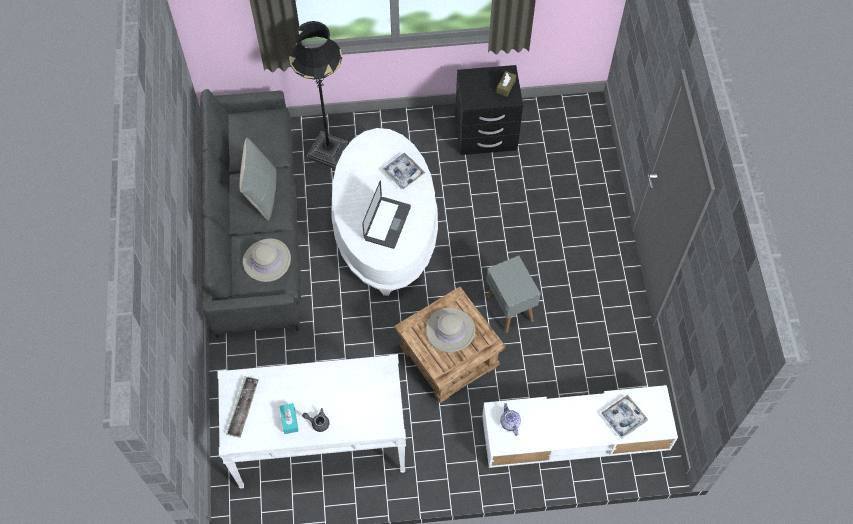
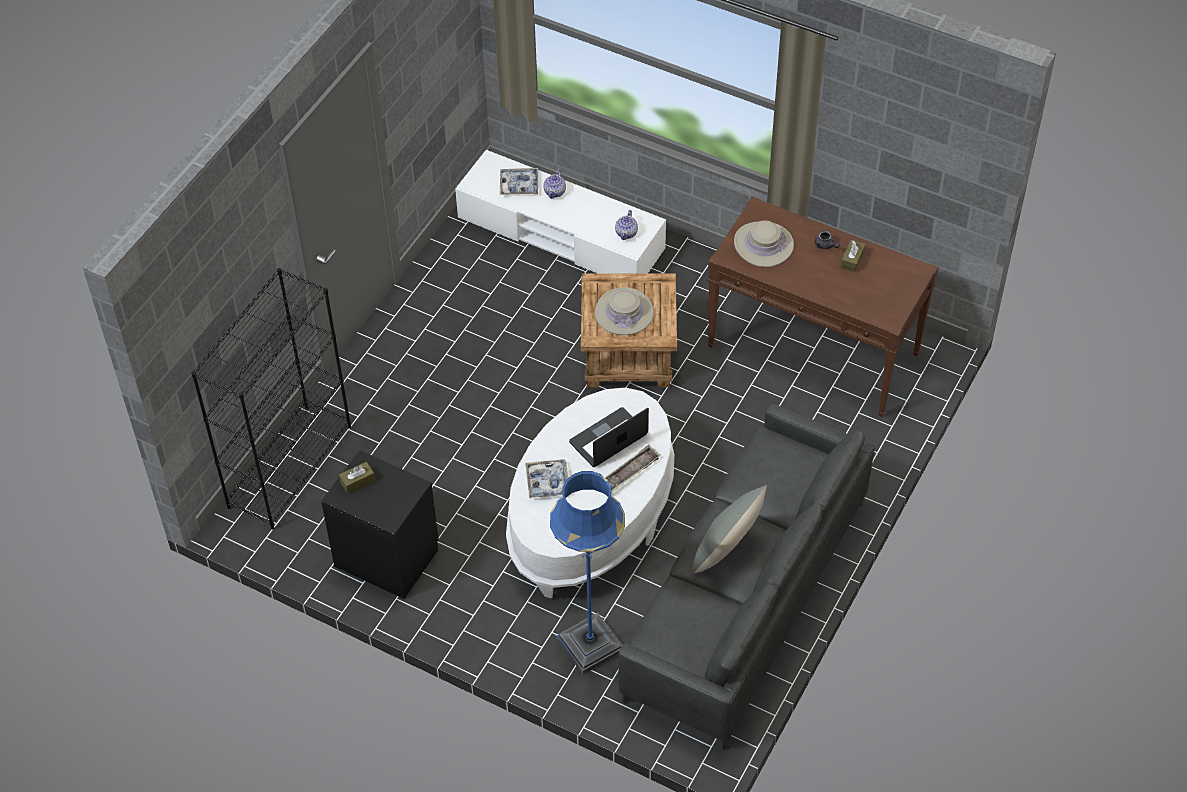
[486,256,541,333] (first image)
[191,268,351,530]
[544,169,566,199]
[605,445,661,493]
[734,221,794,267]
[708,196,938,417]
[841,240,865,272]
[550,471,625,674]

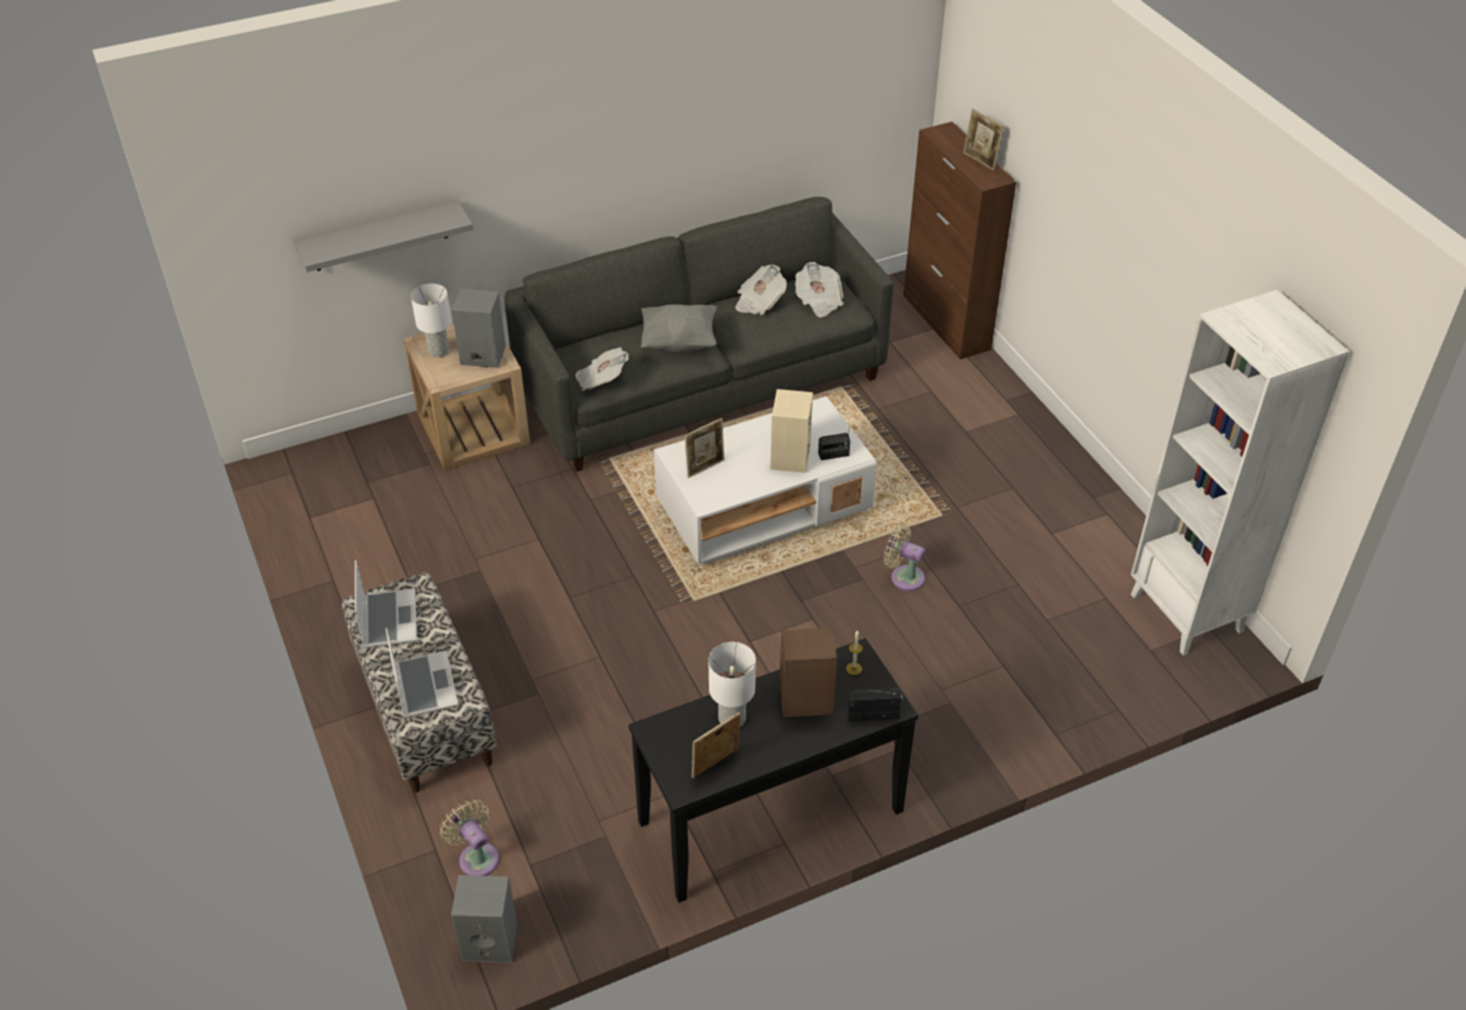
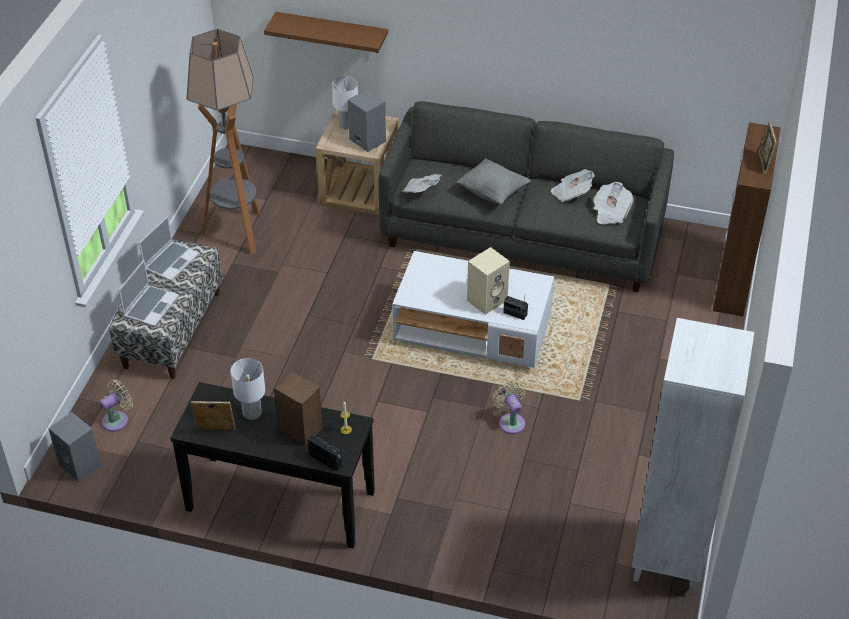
[684,418,725,478] (first image)
[186,29,260,254]
[264,12,388,53]
[100,379,133,432]

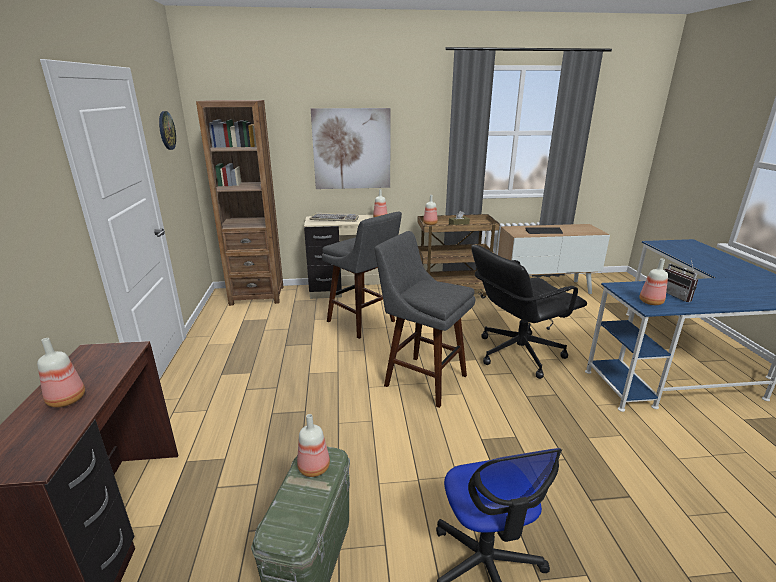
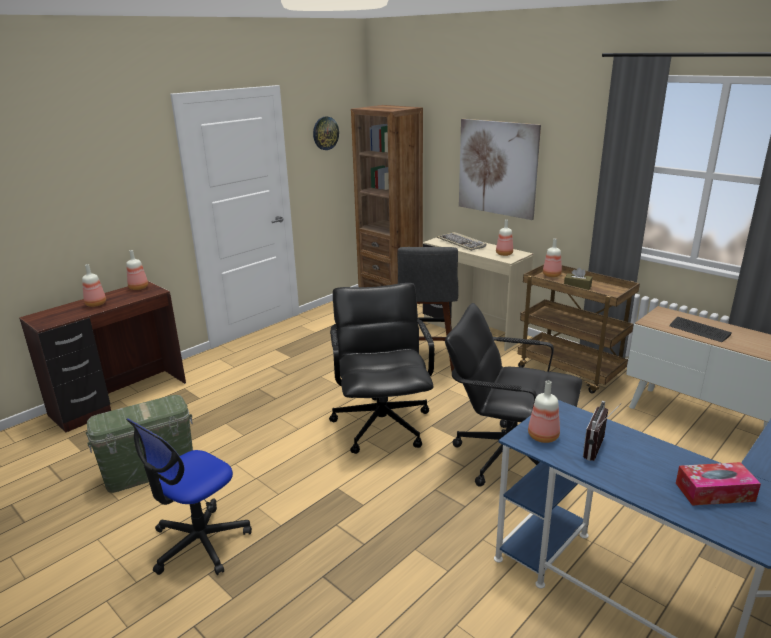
[676,462,761,506]
[126,250,148,290]
[329,283,434,454]

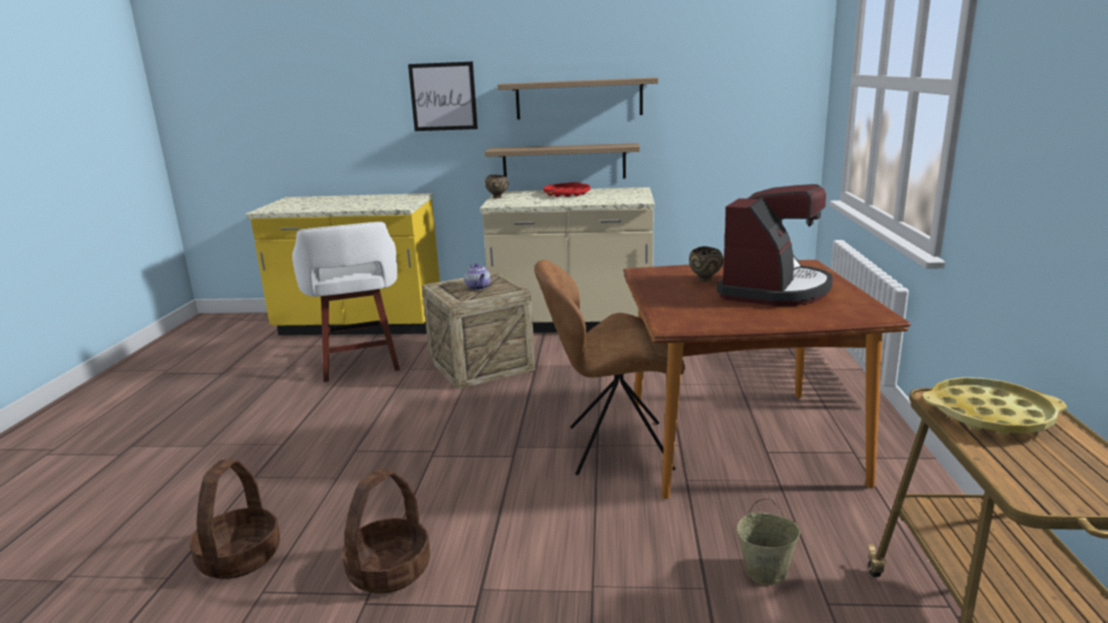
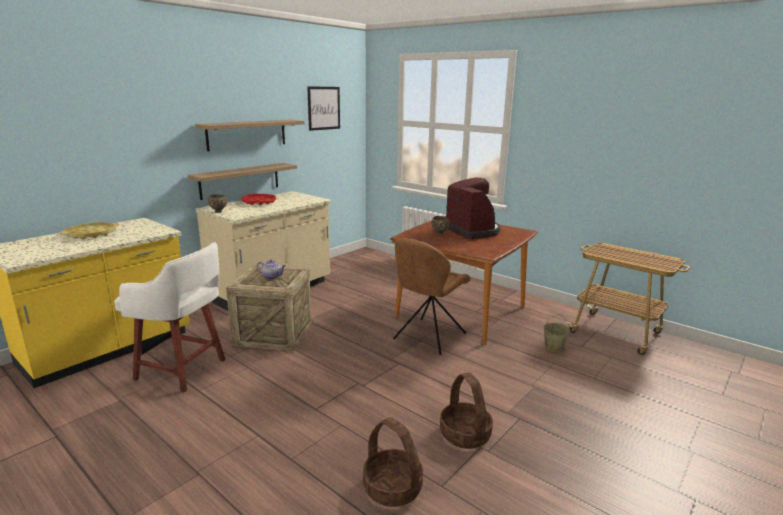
[307,86,340,131]
[60,222,119,239]

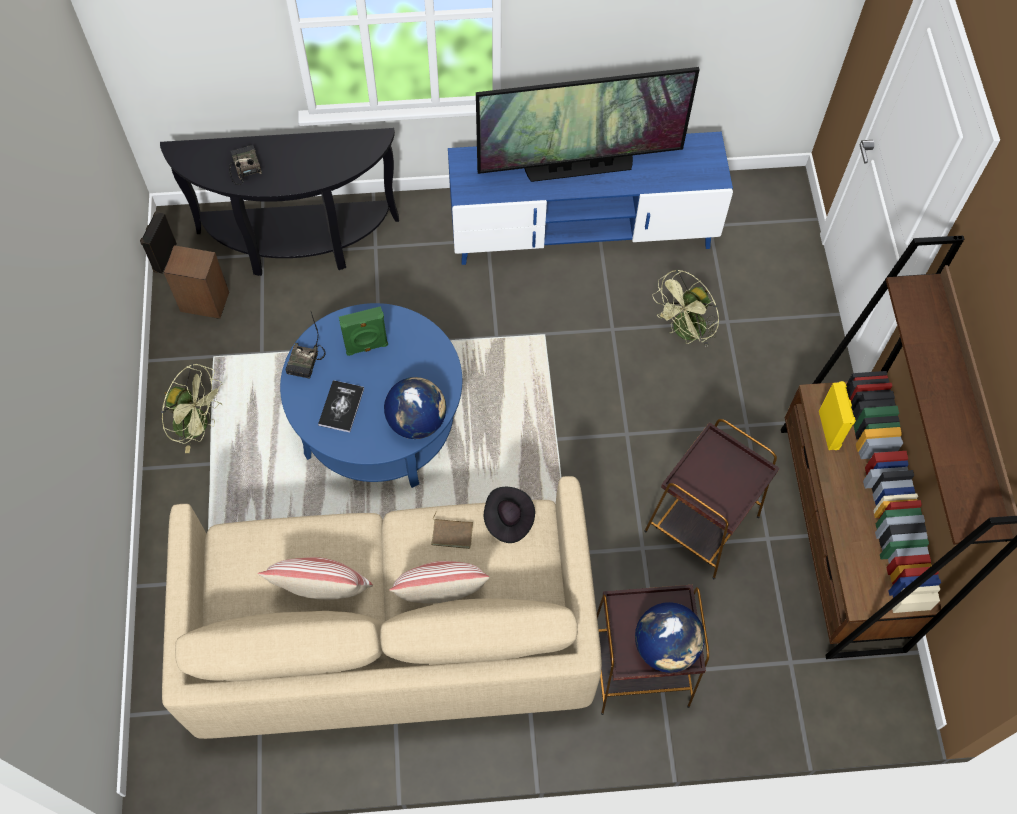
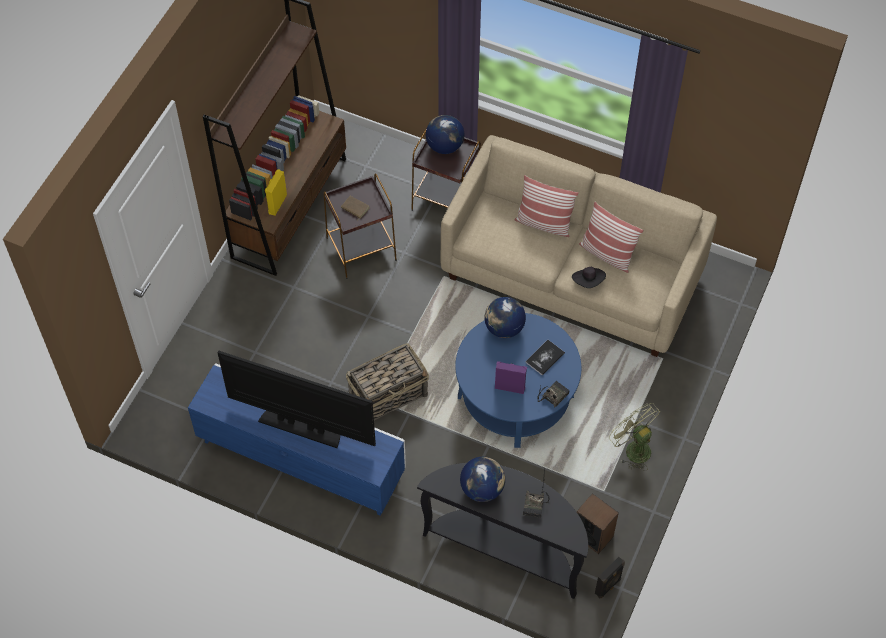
[652,269,719,348] (first image)
[346,343,429,421]
[460,457,505,502]
[341,196,370,219]
[572,267,606,288]
[495,361,527,394]

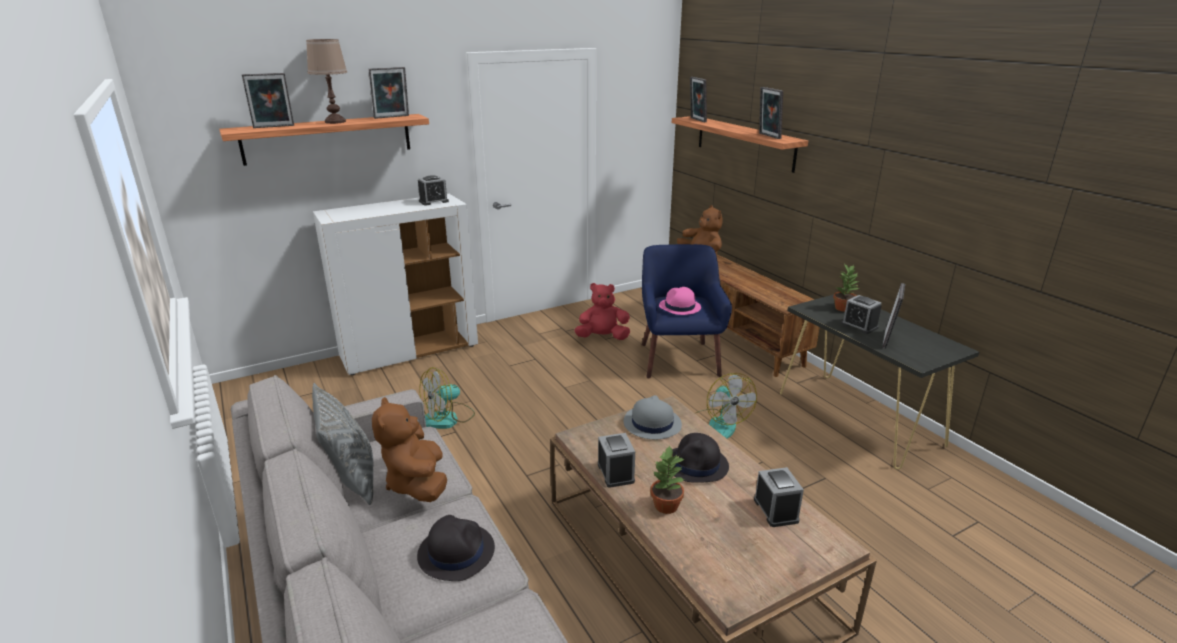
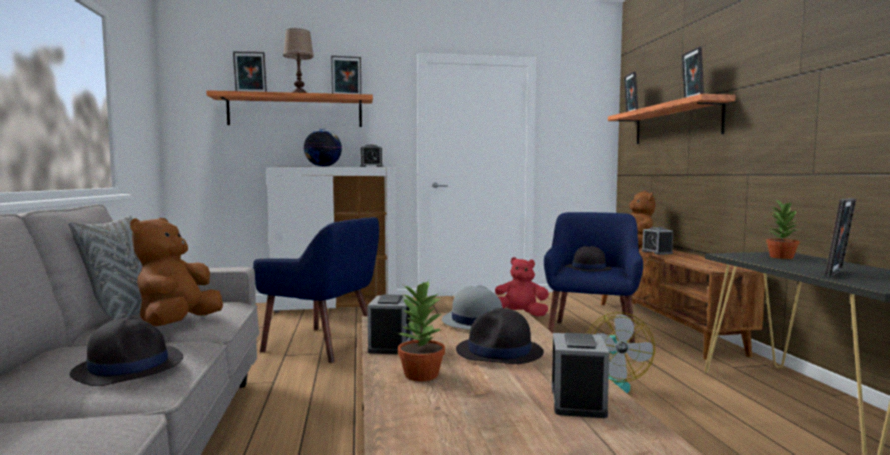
[303,129,342,167]
[642,227,673,255]
[253,217,379,363]
[565,246,612,271]

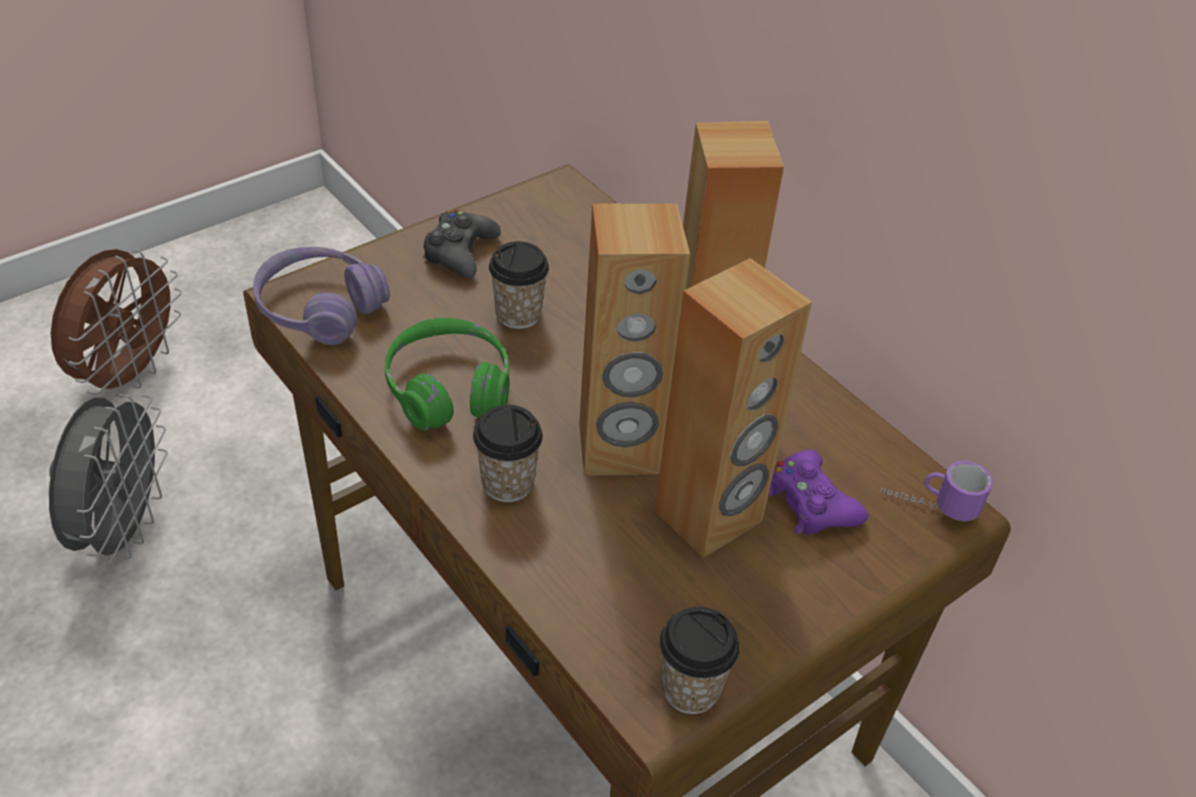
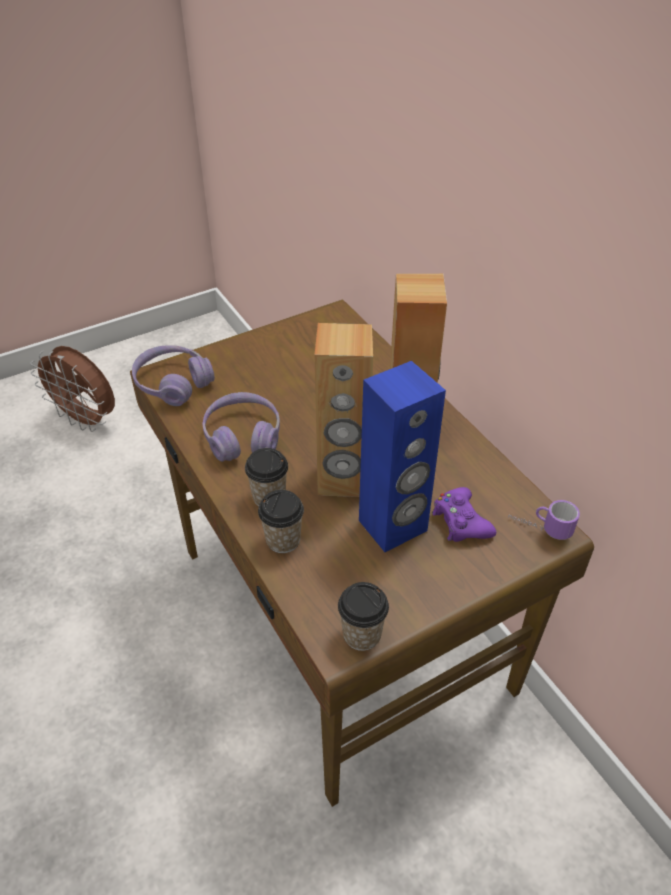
[49,394,168,566] (first image)
[423,210,501,278] (first image)
[258,490,304,553]
[202,392,280,462]
[359,361,446,552]
[30,346,115,432]

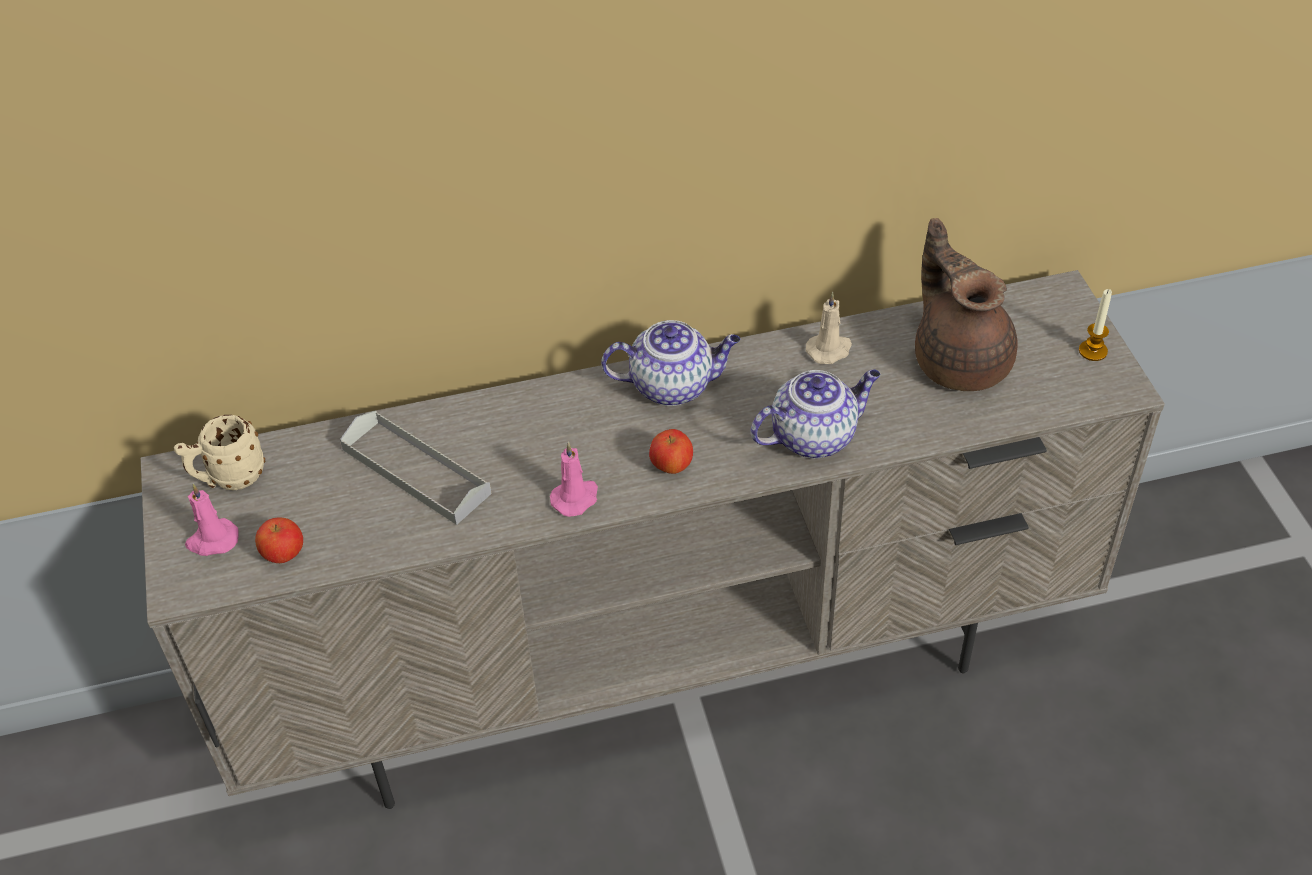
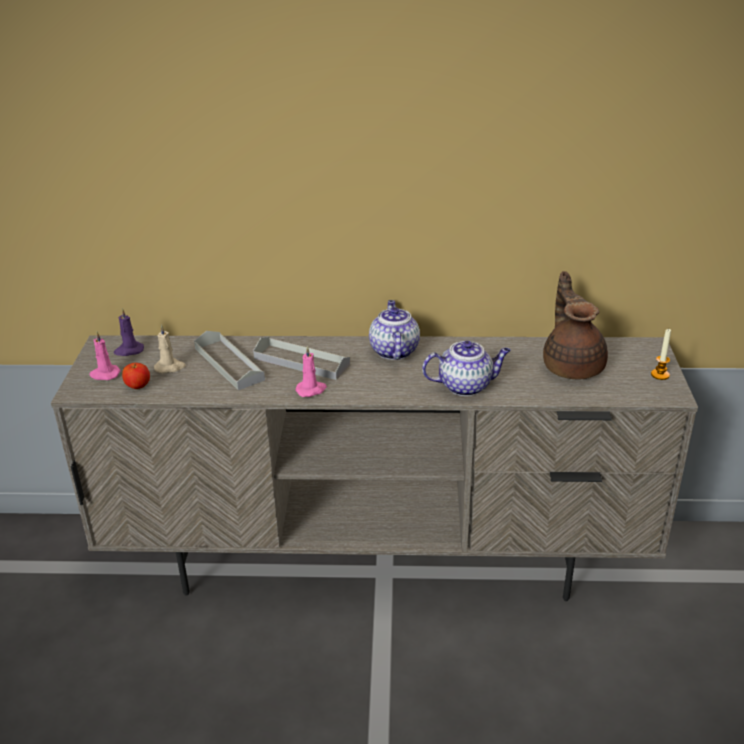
[649,429,693,474] (first image)
[253,337,350,380]
[154,324,186,373]
[114,308,144,356]
[369,300,420,360]

